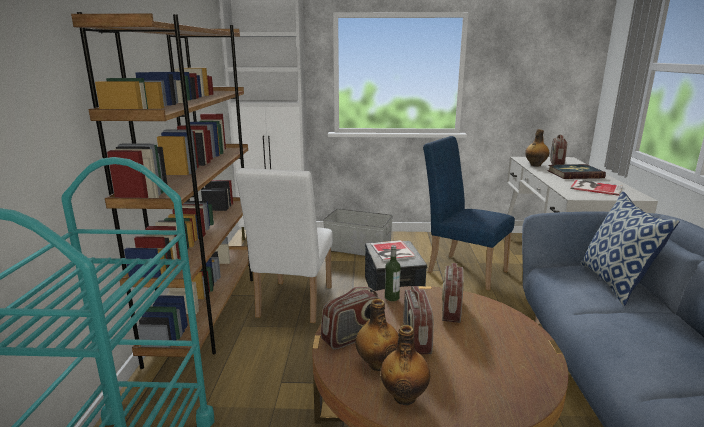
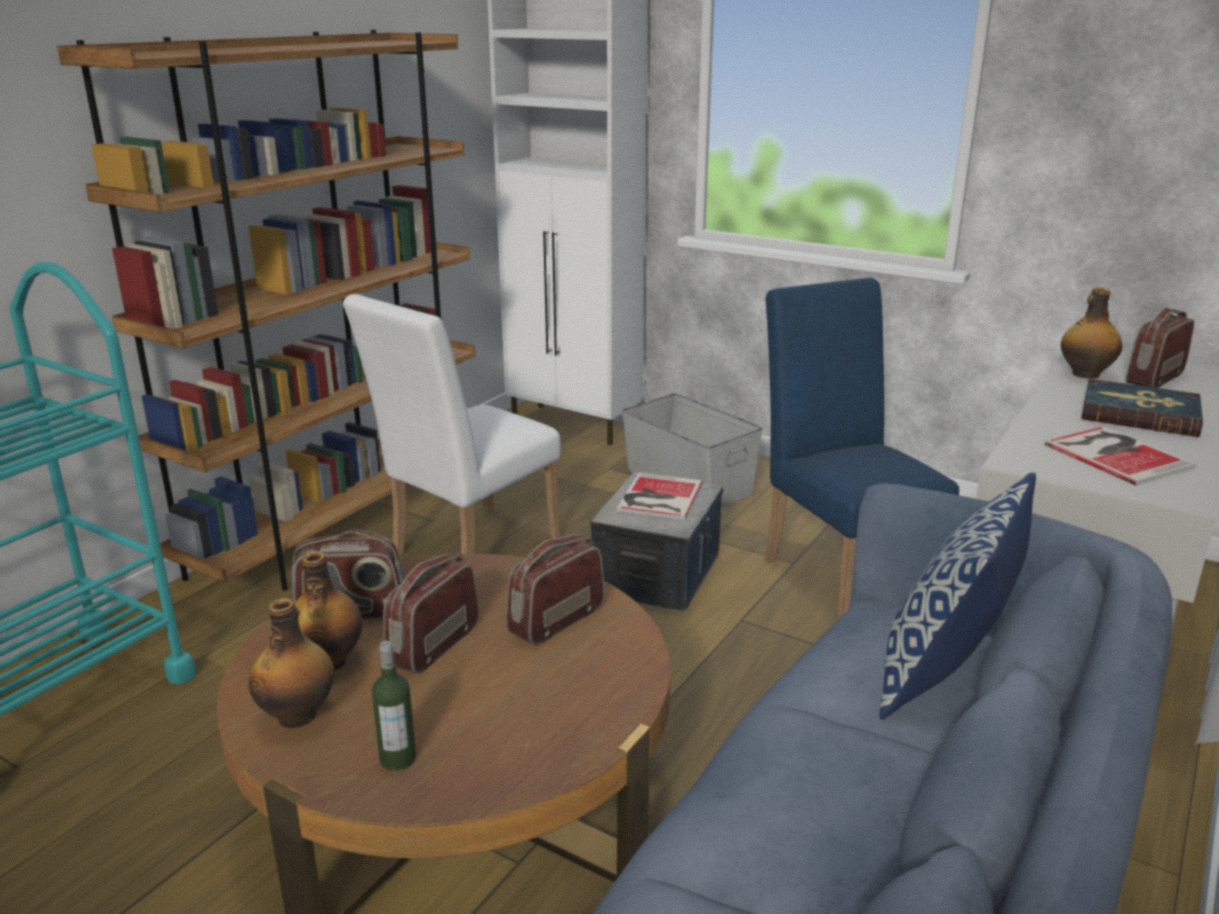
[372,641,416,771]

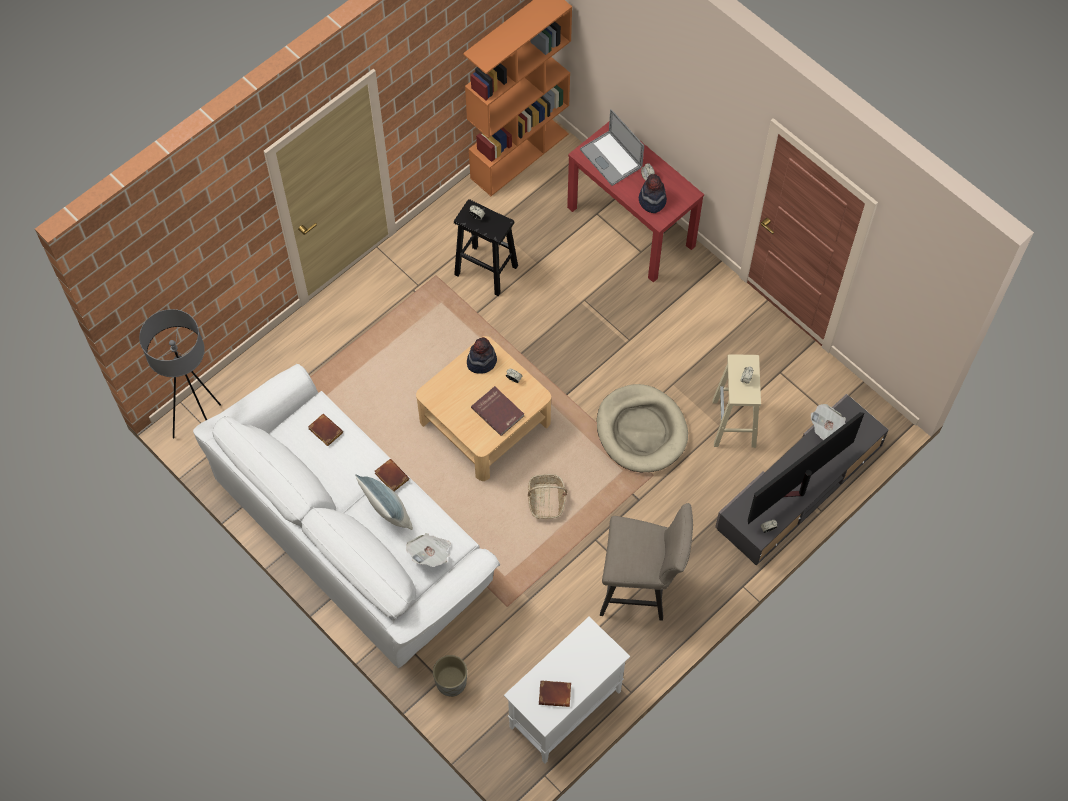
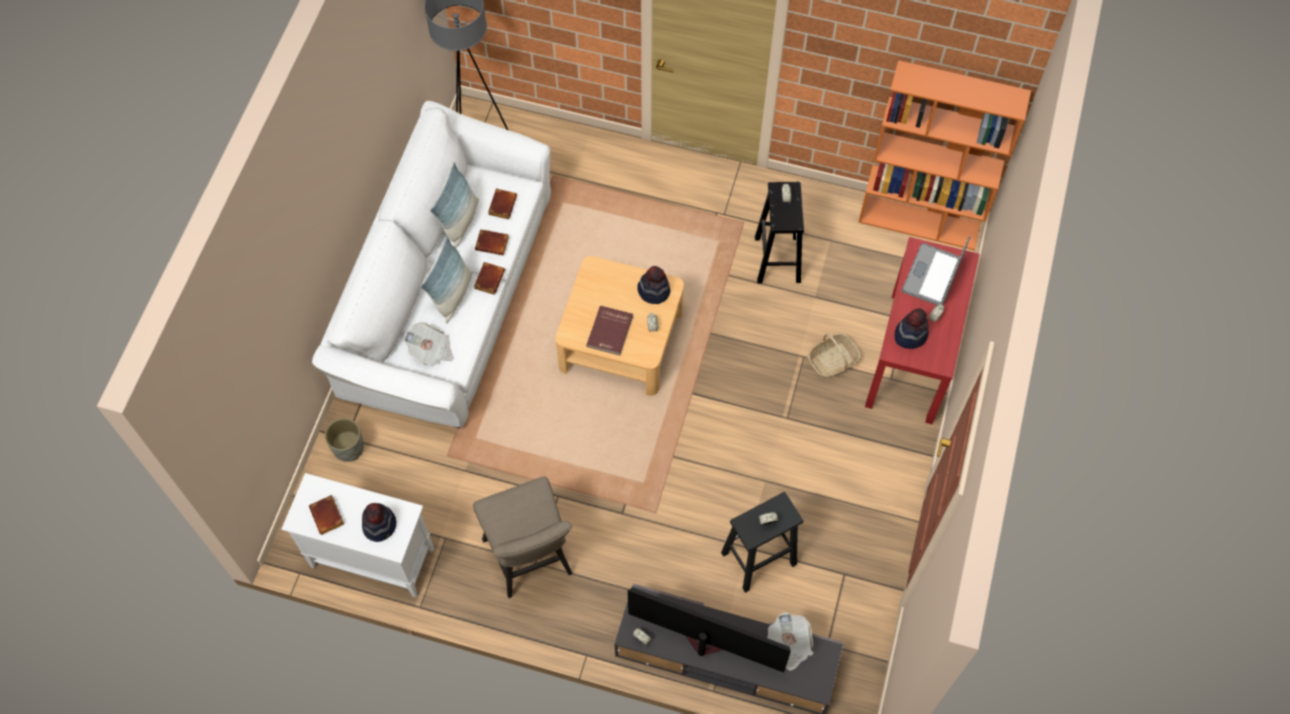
[597,384,688,472] (first image)
[362,503,396,542]
[430,163,479,248]
[475,229,509,255]
[808,333,860,378]
[721,492,803,593]

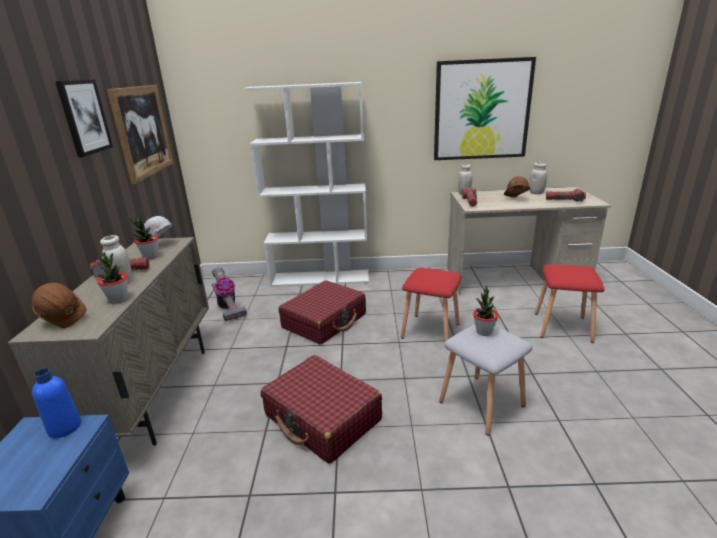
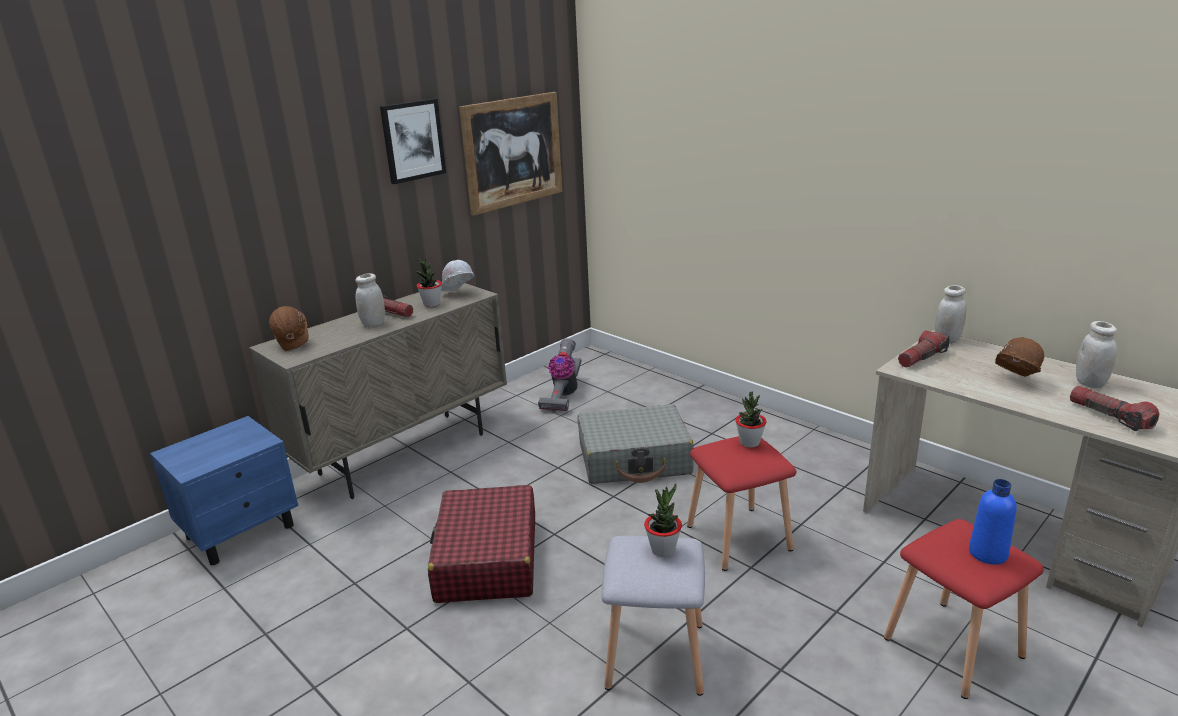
[242,82,369,287] (first image)
[434,57,536,160] (first image)
[969,479,1017,565]
[735,392,767,448]
[577,404,694,484]

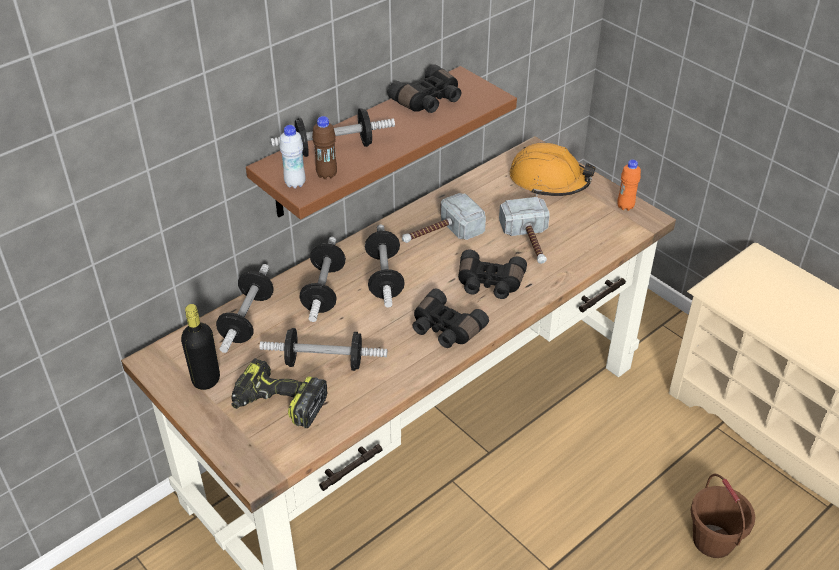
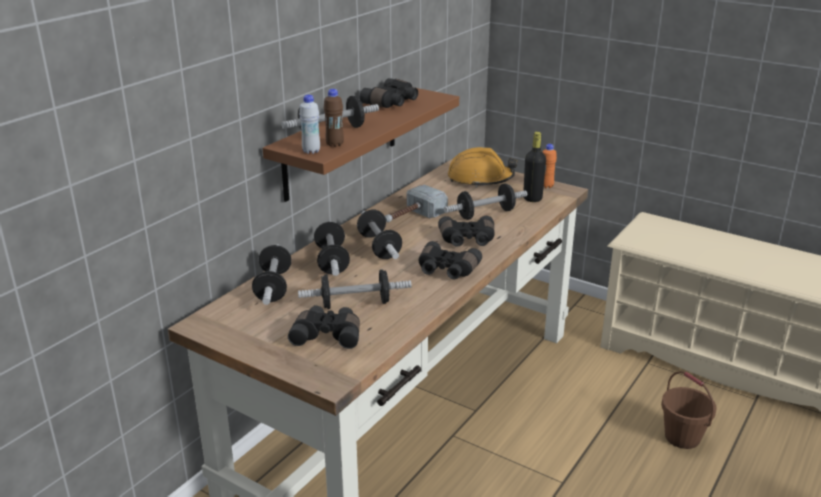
[523,132,546,202]
[288,306,360,349]
[444,183,527,220]

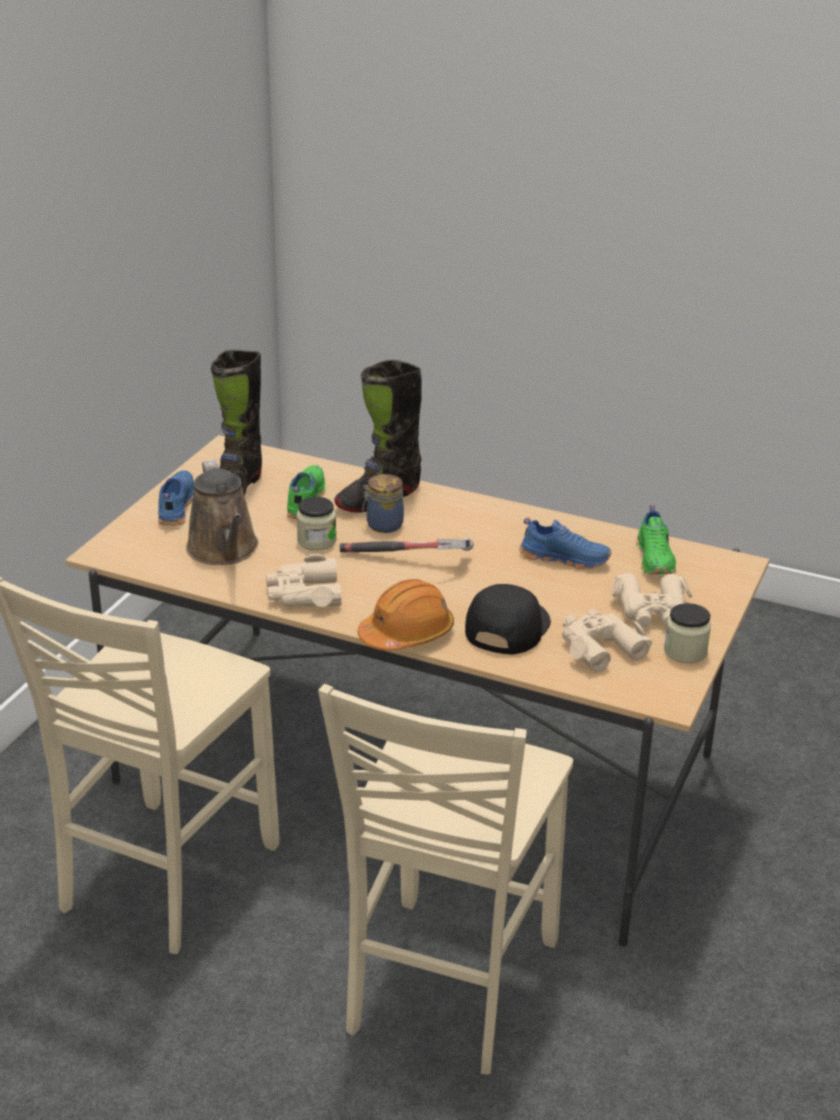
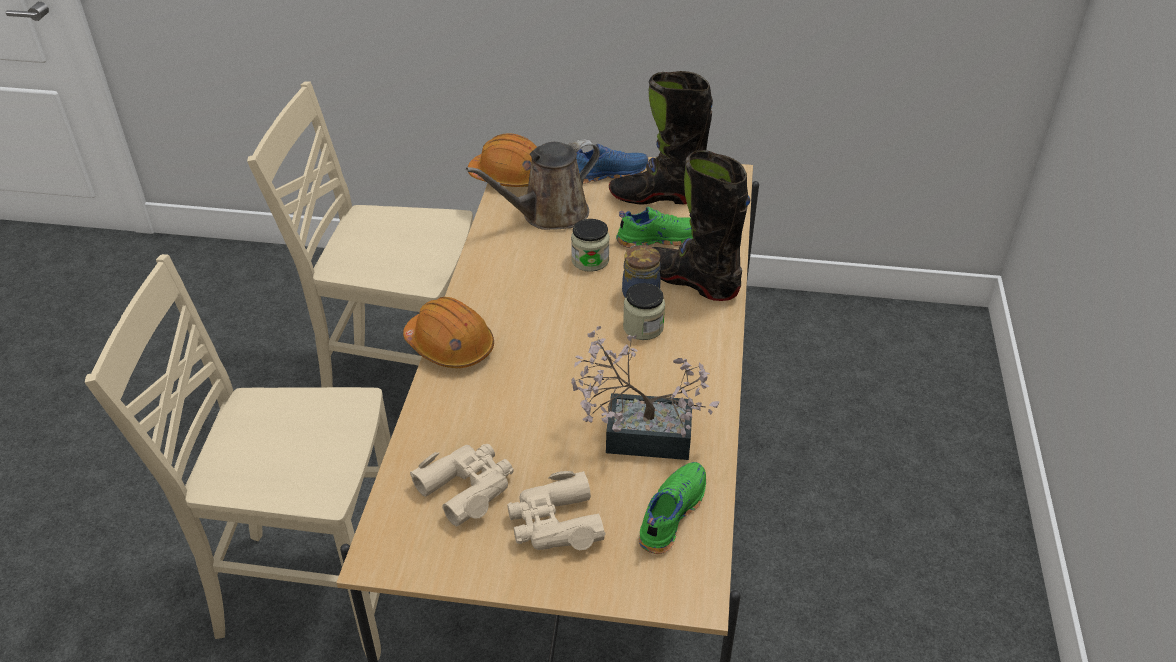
[266,554,342,607] (first image)
[340,538,474,552] (first image)
[465,584,551,655] (first image)
[468,133,537,187]
[623,283,665,340]
[571,326,720,460]
[639,462,706,554]

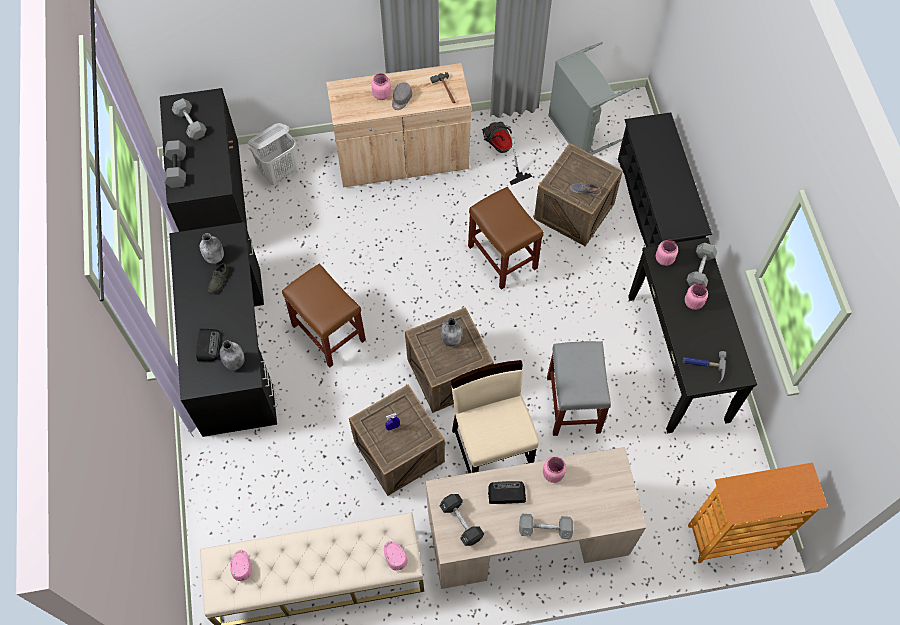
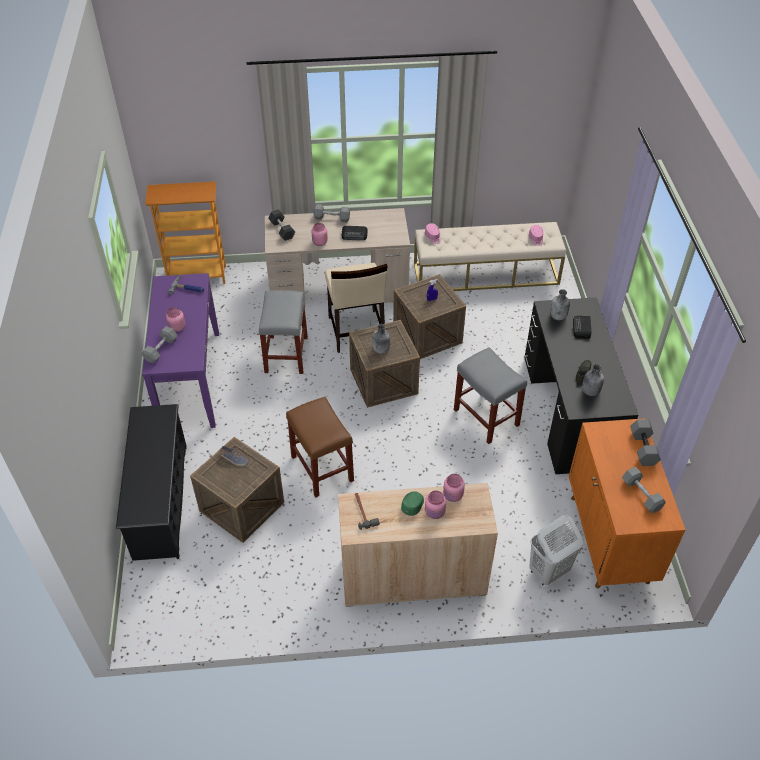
[482,122,532,185] (first image)
[548,42,637,155] (first image)
[269,209,295,241]
[443,474,465,502]
[569,418,686,588]
[454,347,527,444]
[401,491,424,516]
[142,273,219,428]

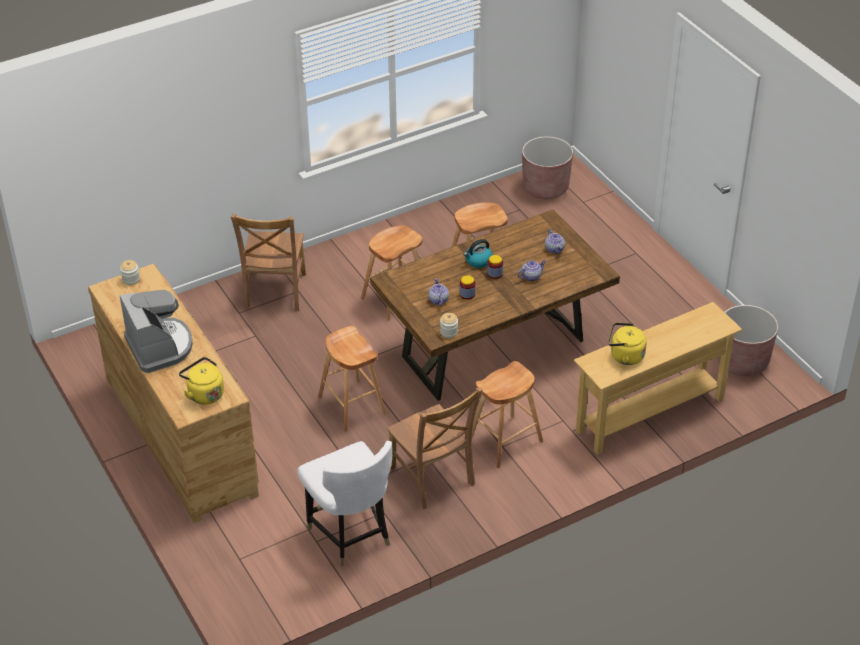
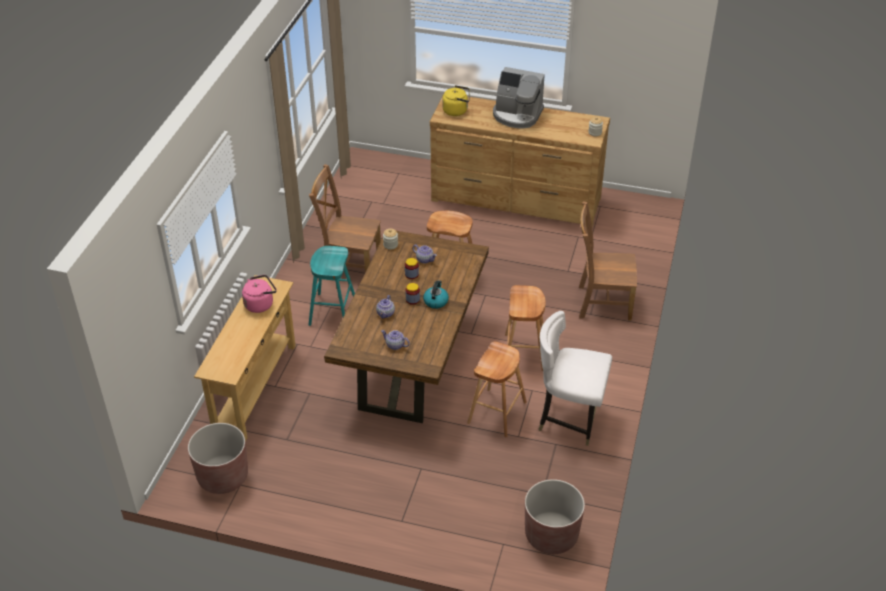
[538,311,612,446]
[308,246,355,326]
[242,275,277,313]
[579,201,637,321]

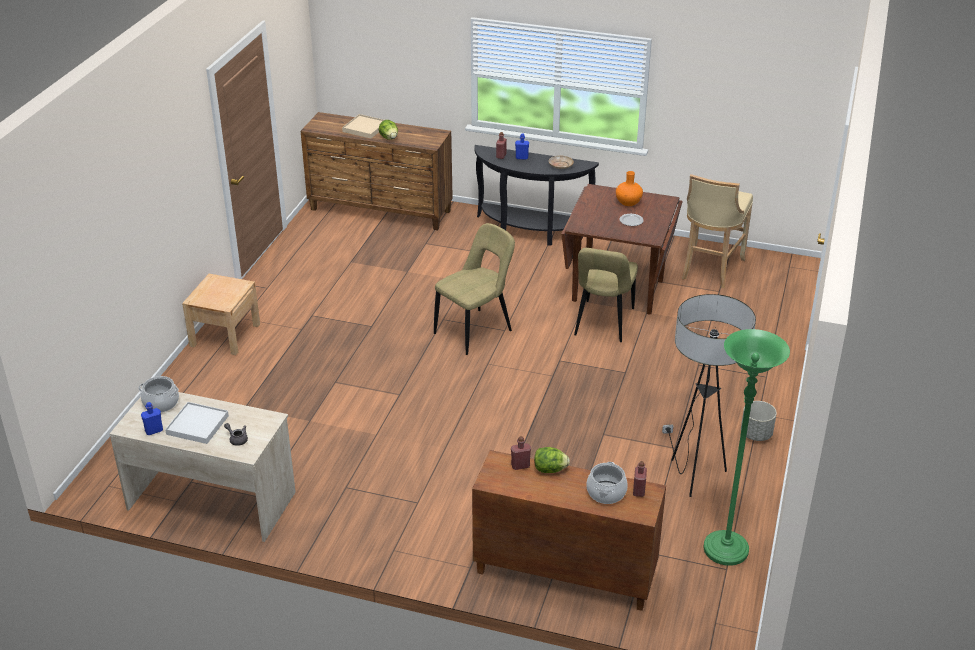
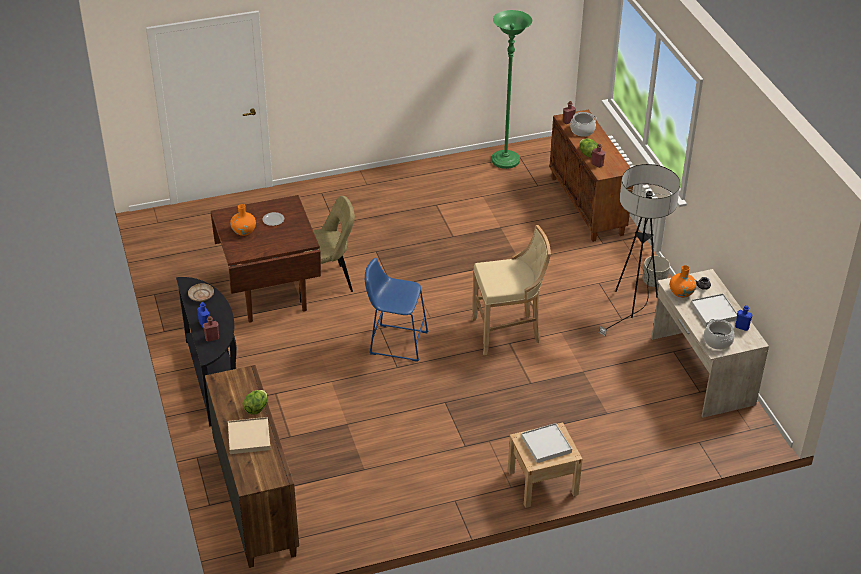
[521,423,572,463]
[670,265,696,298]
[598,164,680,336]
[471,225,551,355]
[642,256,670,287]
[365,258,429,362]

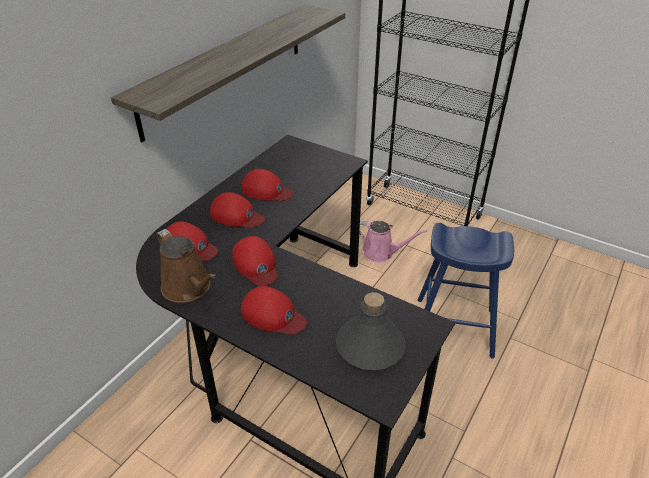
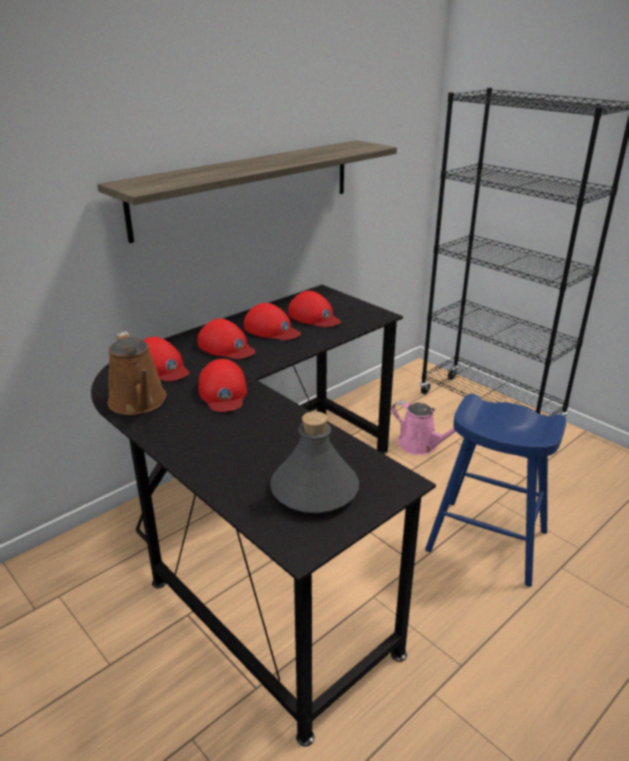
[288,291,341,327]

